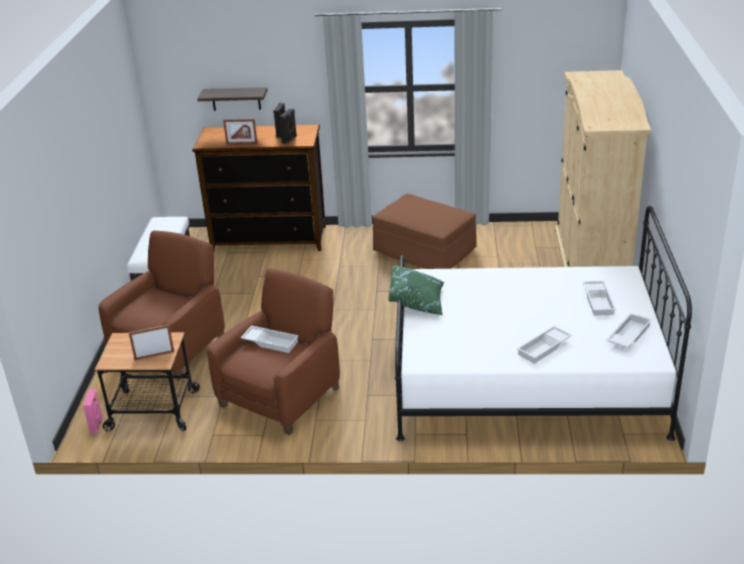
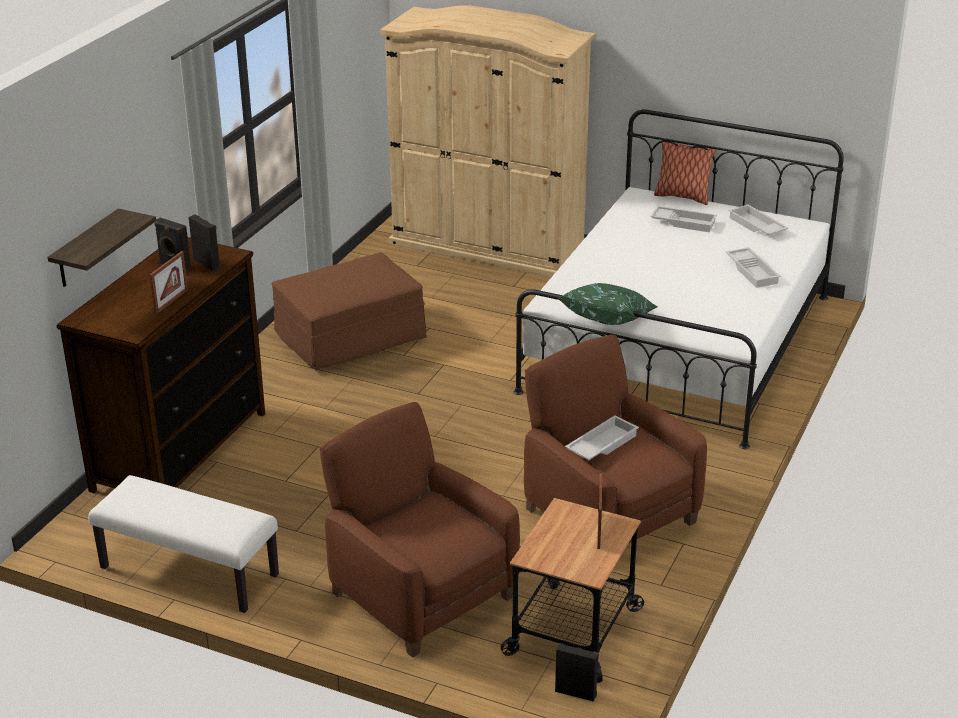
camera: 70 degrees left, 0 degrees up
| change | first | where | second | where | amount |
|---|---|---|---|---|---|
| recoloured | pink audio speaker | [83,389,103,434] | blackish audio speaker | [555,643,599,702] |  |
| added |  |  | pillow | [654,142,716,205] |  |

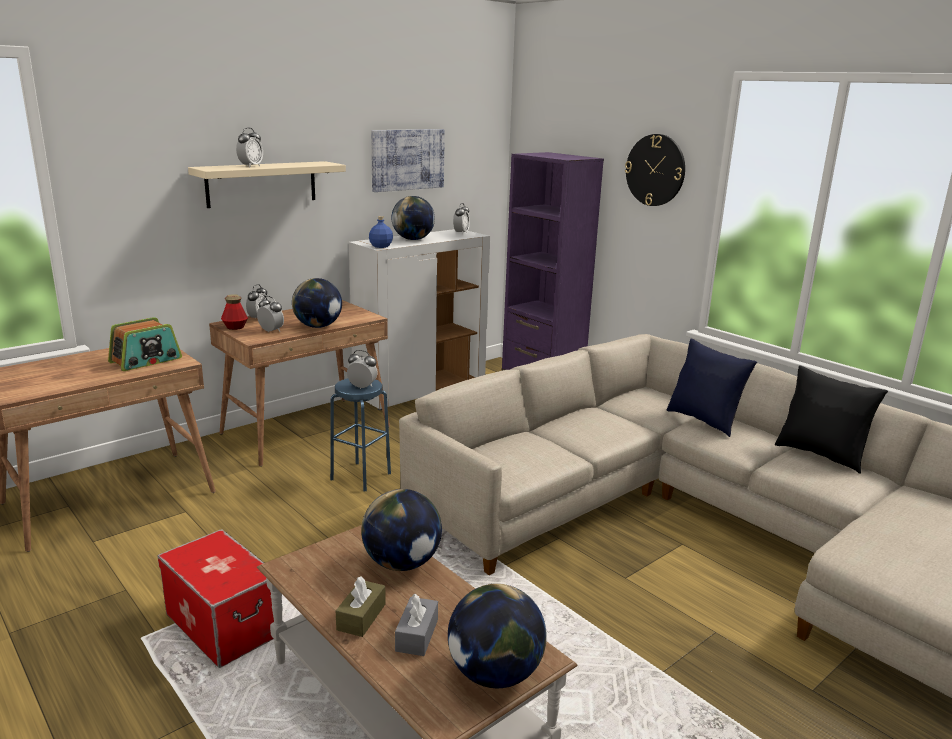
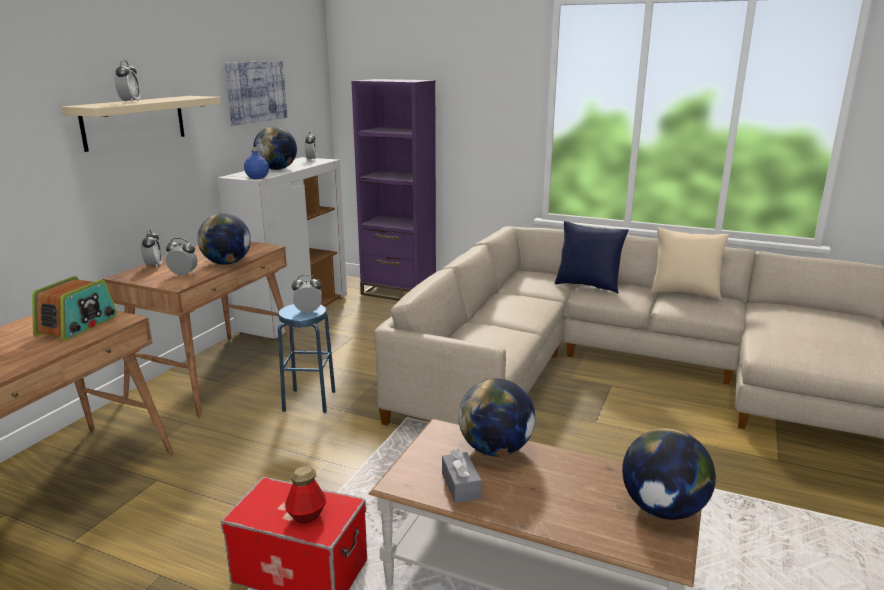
camera: 25 degrees left, 0 degrees up
| change | first | where | second | where | amount |
|---|---|---|---|---|---|
| removed | hanging clock | [625,134,685,206] |  |  |  |
| moved | beverage bottle | [221,294,248,330] |  | [285,466,326,523] |  |
| recoloured | blackish pillow | [775,365,888,474] | sand-coloured pillow | [650,227,729,300] |  |
| removed | brown-coloured tissue box | [336,576,386,637] |  |  |  |
| moved | greyish tissue box | [395,594,438,656] |  | [442,449,482,503] |  |

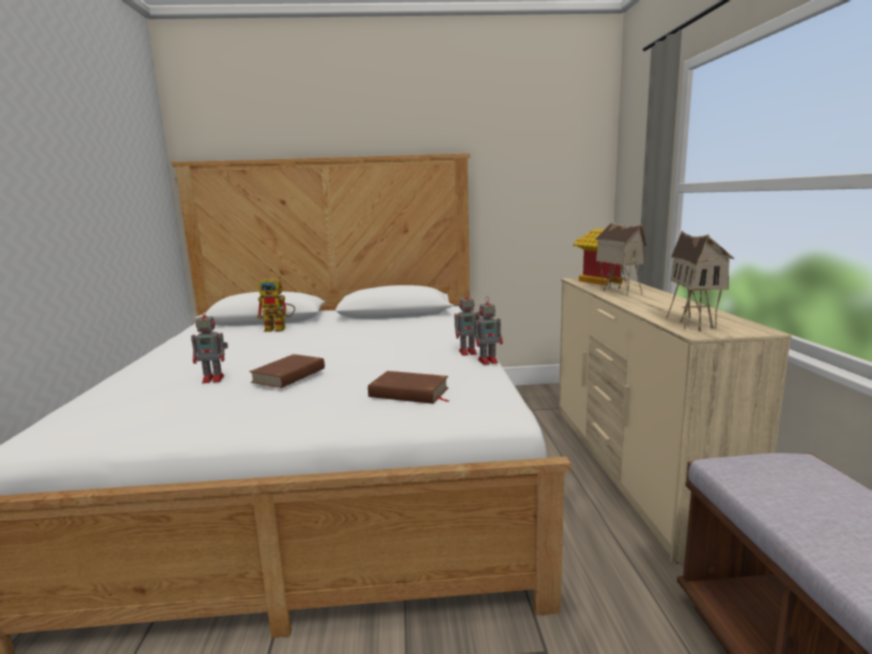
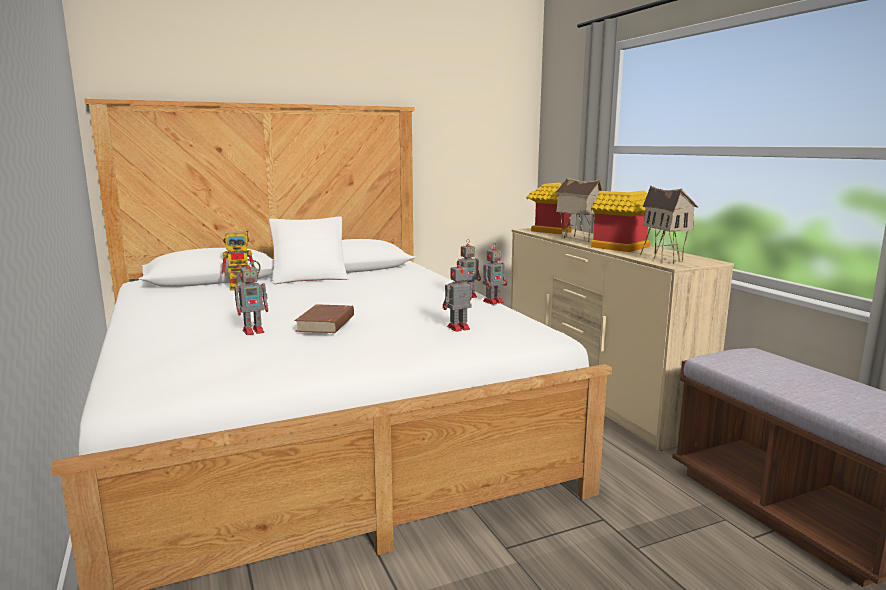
camera: 20 degrees left, 0 degrees up
| change | first | where | second | where | amount |
|---|---|---|---|---|---|
| replaced | brown-coloured bound book | [368,371,449,404] | robot figure | [443,259,472,332] |  |
| added |  |  | miniature house | [591,191,650,252] |  |
| added |  |  | white-coloured pillow | [269,217,348,284] |  |

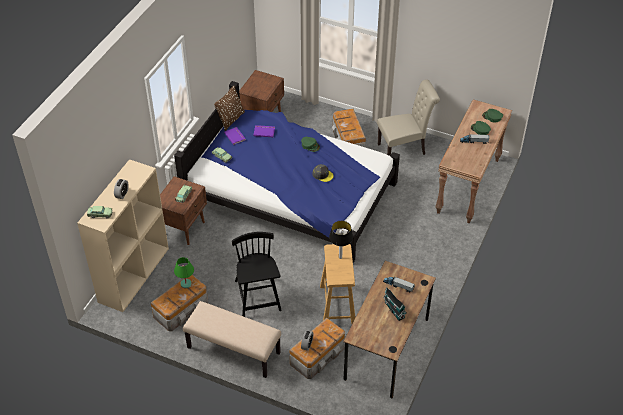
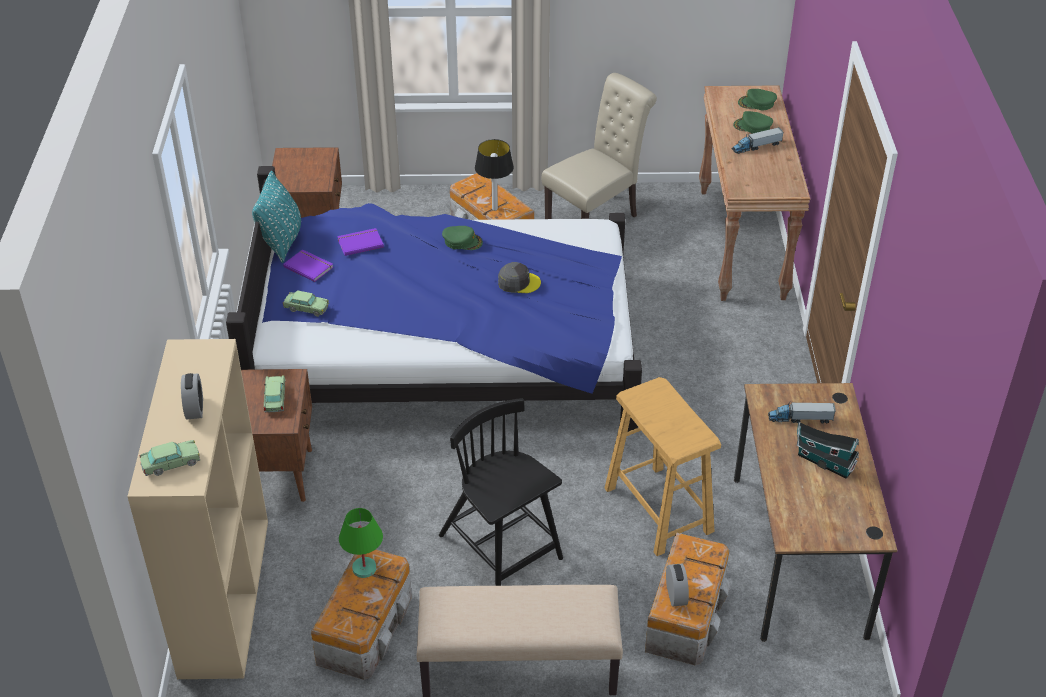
camera: 25 degrees left, 5 degrees down
| change | first | where | second | where | amount |
|---|---|---|---|---|---|
| recoloured | brown-coloured pillow | [214,86,245,131] | turquoise pillow | [252,171,301,263] |  |
| moved | lamp for a table | [329,221,353,259] |  | [475,139,514,211] |  |

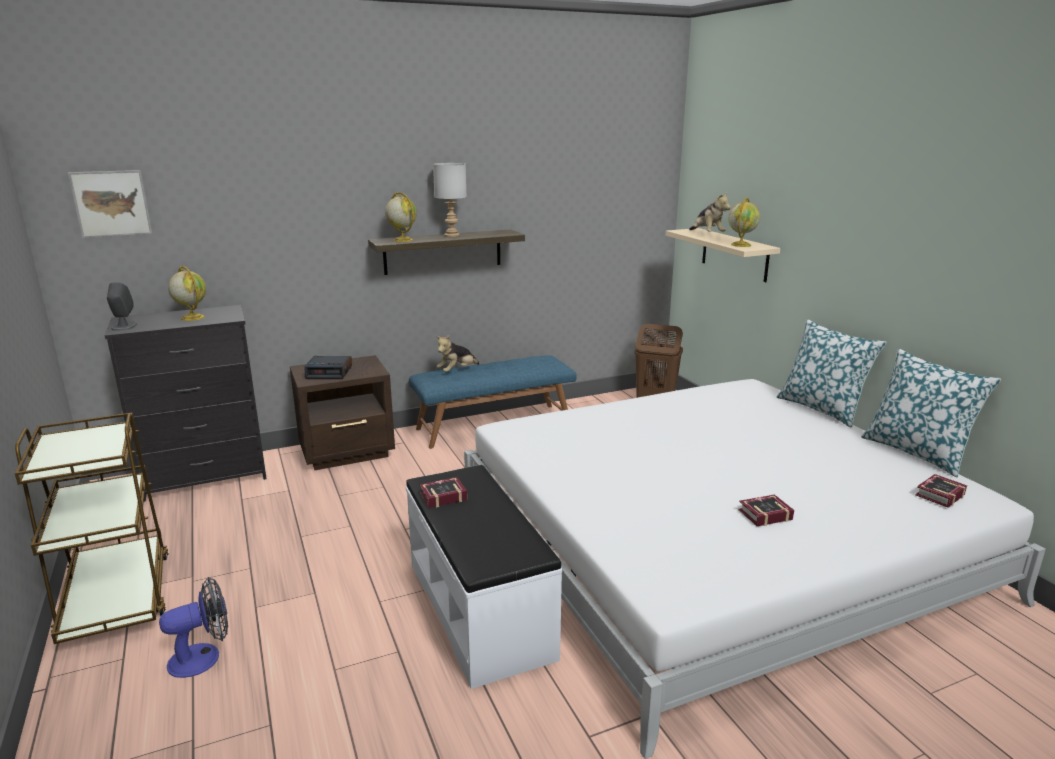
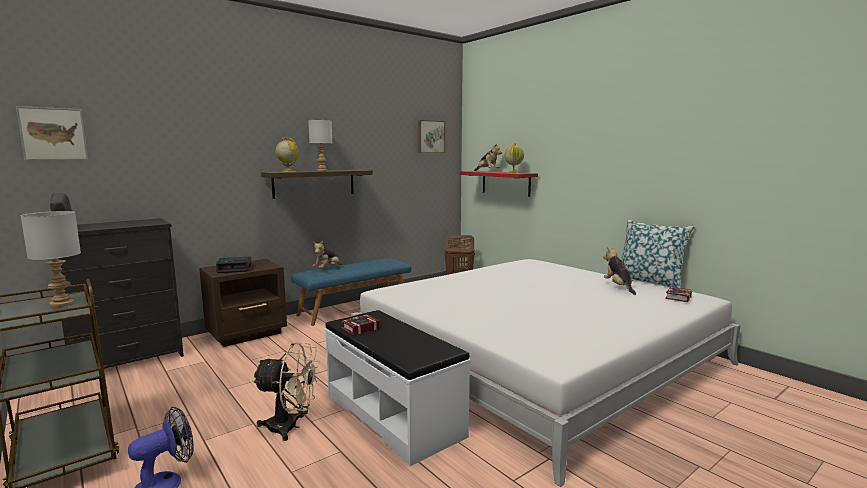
camera: 15 degrees left, 10 degrees down
| change | first | where | second | where | amount |
|---|---|---|---|---|---|
| recoloured | sand-coloured wall shelf | [666,228,780,282] | reddish wall shelf | [460,171,538,197] |  |
| removed | globe | [168,266,206,321] |  |  |  |
| removed | pillow | [777,319,887,428] |  |  |  |
| removed | bound book | [738,495,794,526] |  |  |  |
| added |  |  | wall art | [418,120,445,153] |  |
| added |  |  | greyish lamp for a table | [20,211,81,307] |  |
| added |  |  | cuddly toy | [603,247,636,295] |  |
| added |  |  | sand-coloured electric fan | [252,342,320,441] |  |

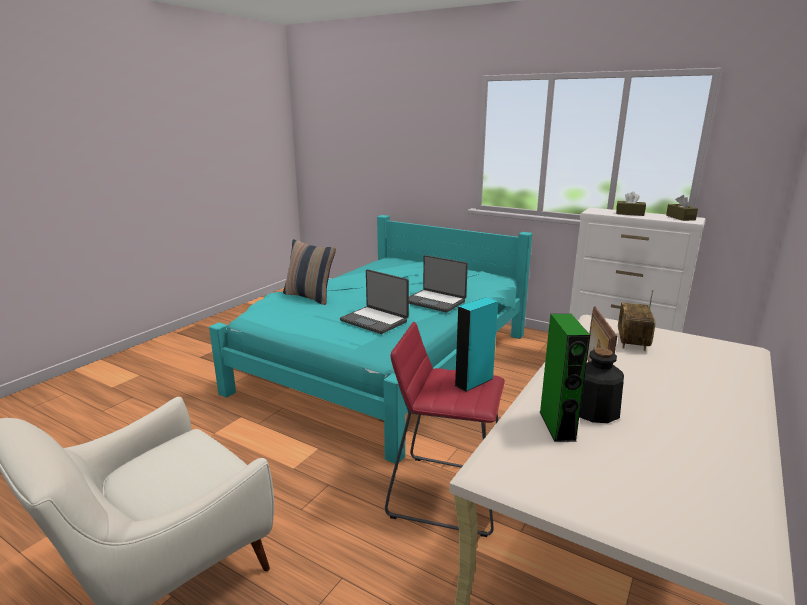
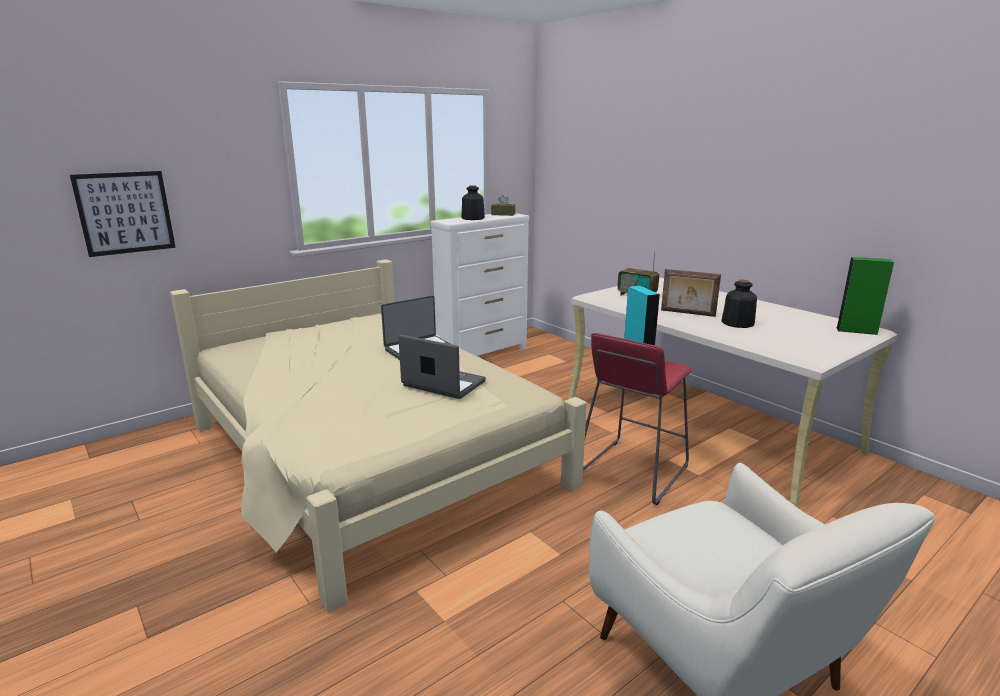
camera: 70 degrees left, 0 degrees up
| change | first | where | second | where | amount |
|---|---|---|---|---|---|
| replaced | brown-coloured tissue box | [616,191,646,216] | beverage bottle | [462,185,485,220] |  |
| recoloured | turquoise bed | [209,215,532,463] | sand-coloured bed | [170,259,587,613] |  |
| removed | pillow | [283,239,336,305] |  |  |  |
| turned | notebook computer | [340,269,409,334] |  | [398,335,486,399] | 120 degrees counterclockwise |
| moved | green audio speaker | [539,314,590,442] |  | [836,257,894,335] |  |
| added |  |  | wall art | [70,171,176,257] |  |

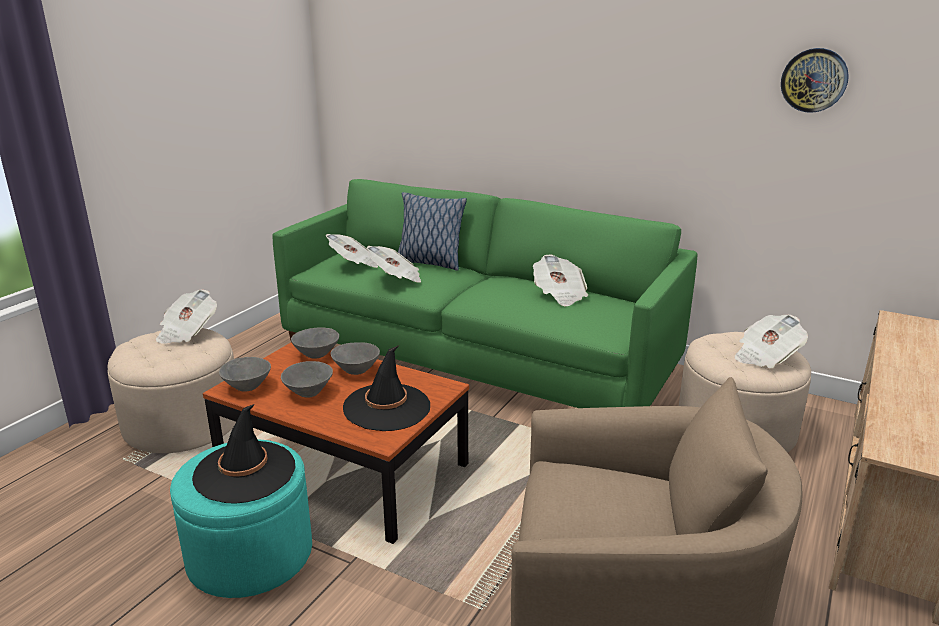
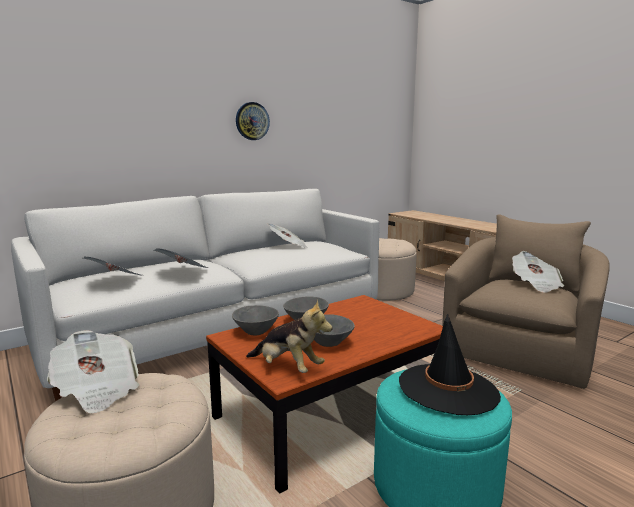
camera: 65 degrees left, 10 degrees down
| change | first | where | second | where | amount |
|---|---|---|---|---|---|
| moved | hanging clock | [781,48,849,113] |  | [236,102,270,140] |  |
| recoloured | green couch | [273,179,698,408] | white-coloured couch | [11,189,379,401] |  |
| removed | pillow | [398,192,467,271] |  |  |  |
| moved | printed paper | [734,315,808,368] |  | [512,251,564,293] |  |
| removed | blackish hat | [343,345,430,431] |  |  |  |
| replaced | greyish serving bowl | [219,357,271,392] | cuddly toy | [246,300,333,373] |  |

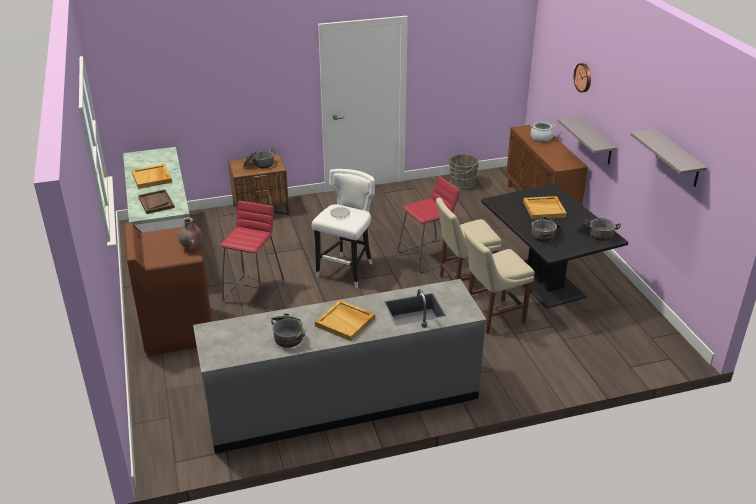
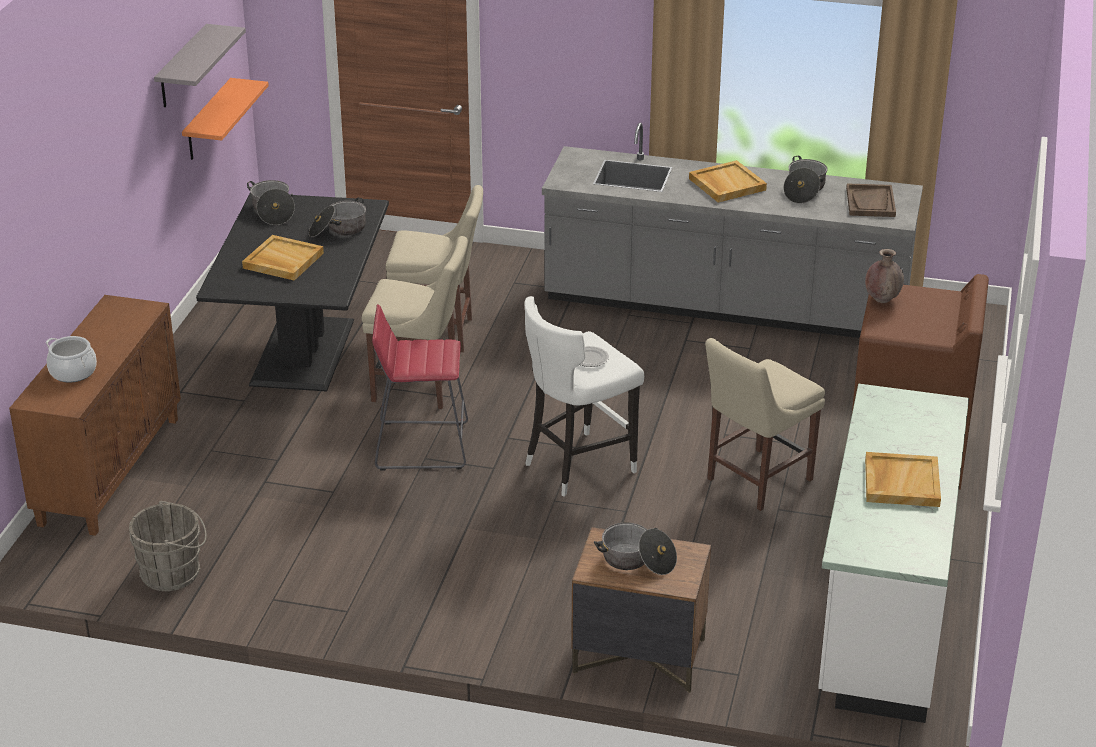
camera: 150 degrees left, 0 degrees up
| change | first | where | second | where | amount |
|---|---|---|---|---|---|
| removed | hanging clock | [574,63,591,93] |  |  |  |
| removed | greyish wall shelf | [558,116,617,164] |  |  |  |
| moved | brown-coloured serving tray | [138,189,175,214] |  | [846,183,896,217] |  |
| replaced | reddish sitting stool | [220,201,284,309] | sand-coloured chair | [705,338,825,511] |  |
| added |  |  | orange-coloured wall shelf | [182,78,269,160] |  |

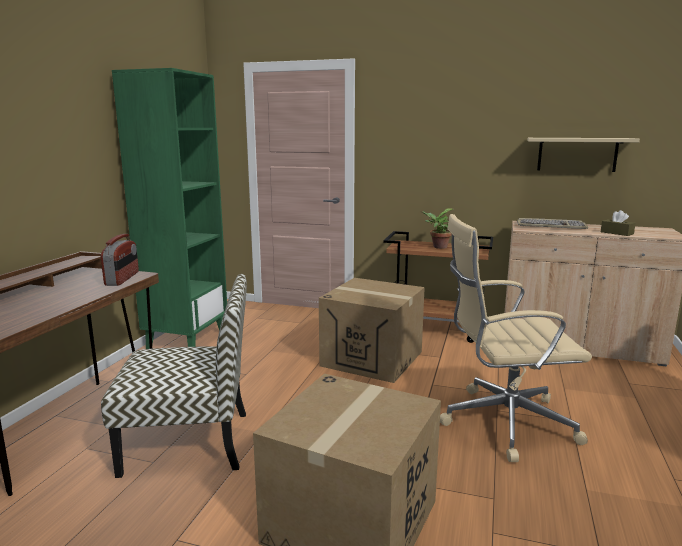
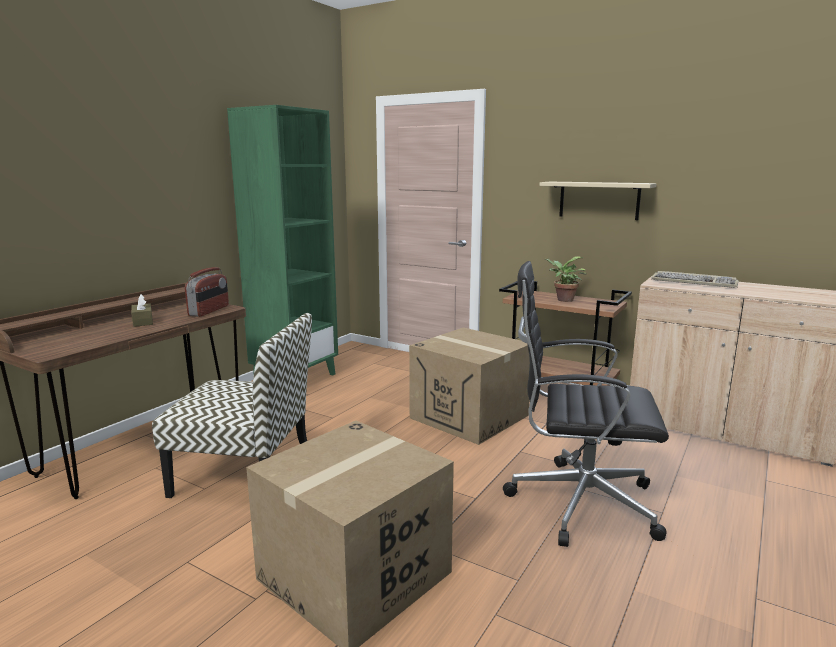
camera: 15 degrees right, 0 degrees up
| change | first | where | second | where | amount |
|---|---|---|---|---|---|
| moved | sand-coloured wall shelf | [527,138,640,172] |  | [539,182,656,220] |  |
| moved | brown-coloured tissue box | [601,210,636,236] |  | [131,294,153,327] |  |
| recoloured | sand-coloured computer chair | [440,214,592,462] | blackish computer chair | [503,261,669,547] |  |

